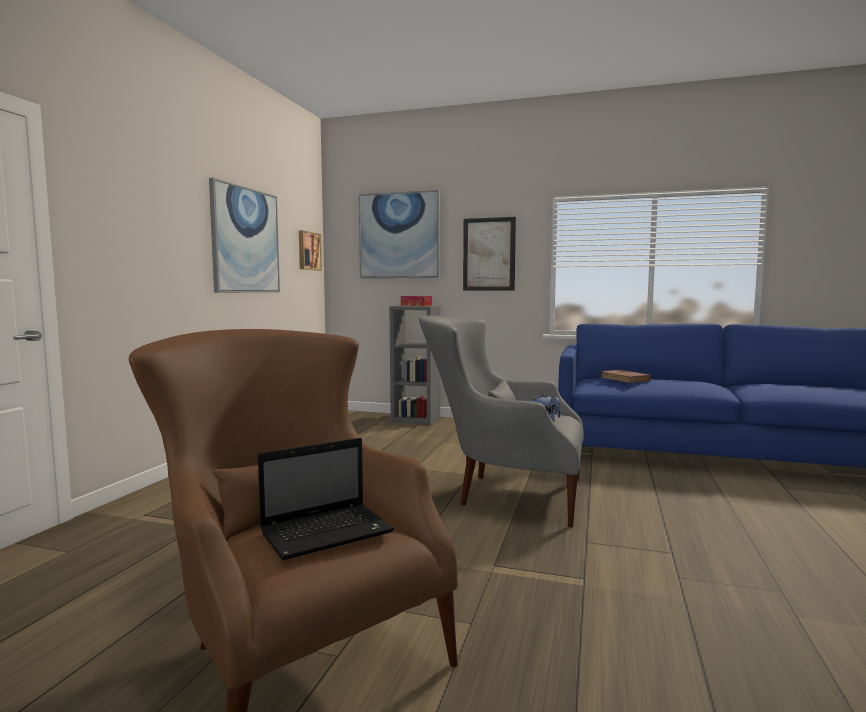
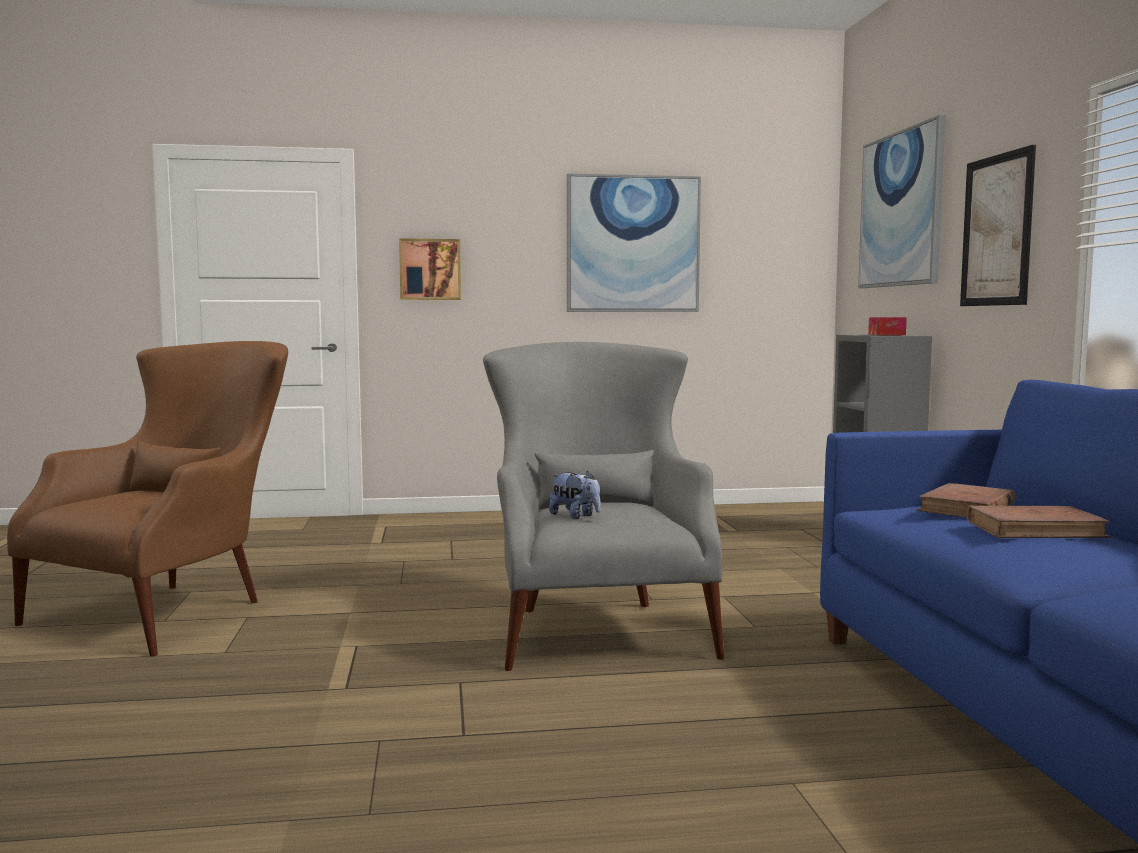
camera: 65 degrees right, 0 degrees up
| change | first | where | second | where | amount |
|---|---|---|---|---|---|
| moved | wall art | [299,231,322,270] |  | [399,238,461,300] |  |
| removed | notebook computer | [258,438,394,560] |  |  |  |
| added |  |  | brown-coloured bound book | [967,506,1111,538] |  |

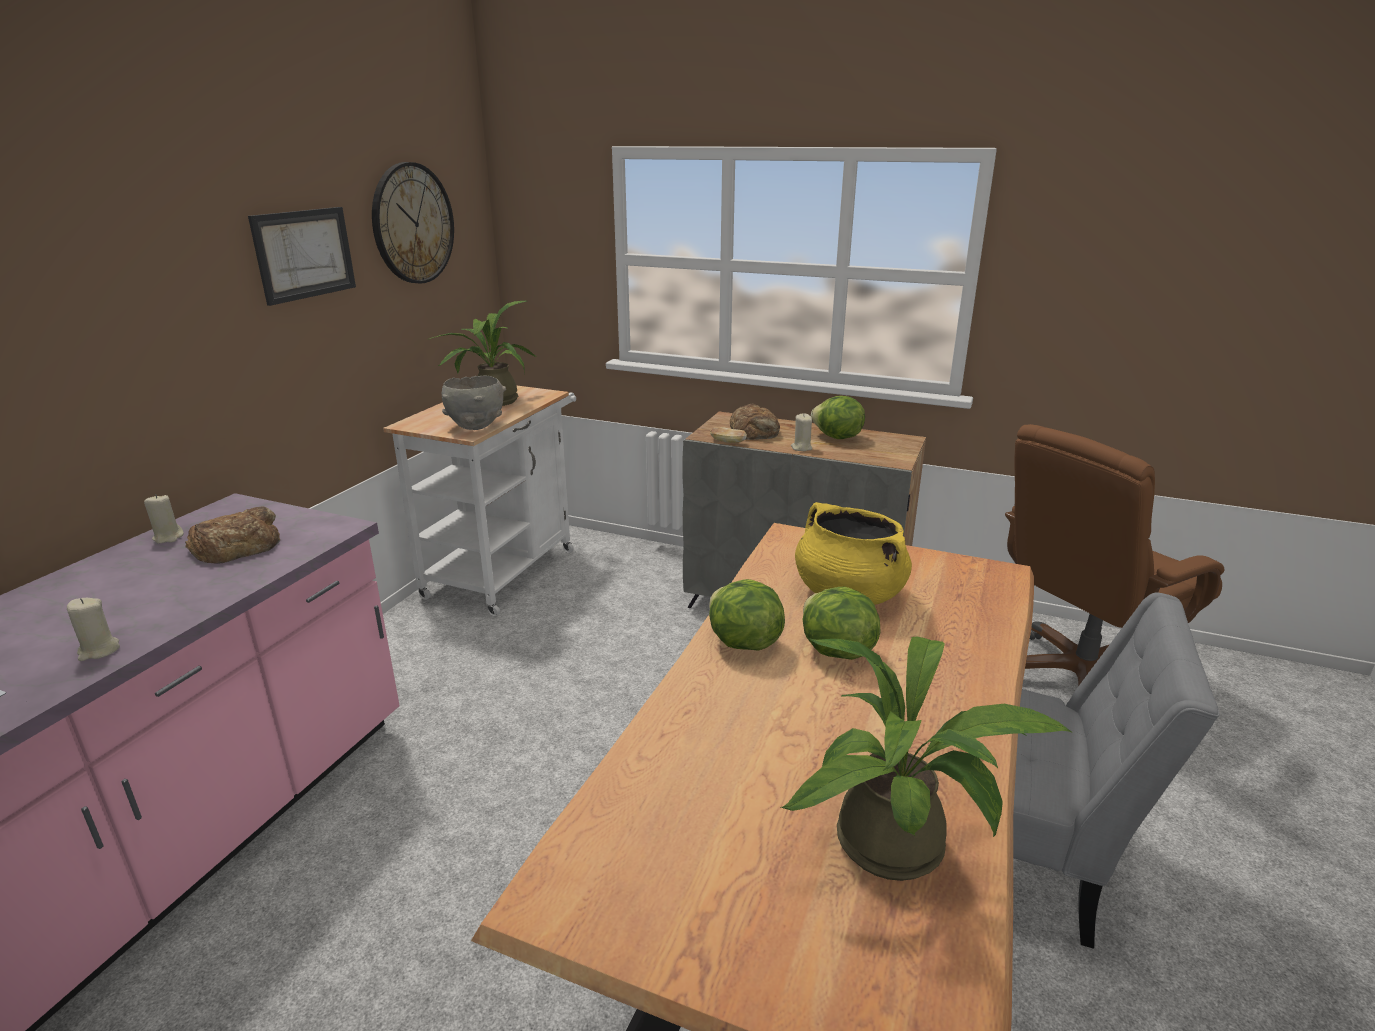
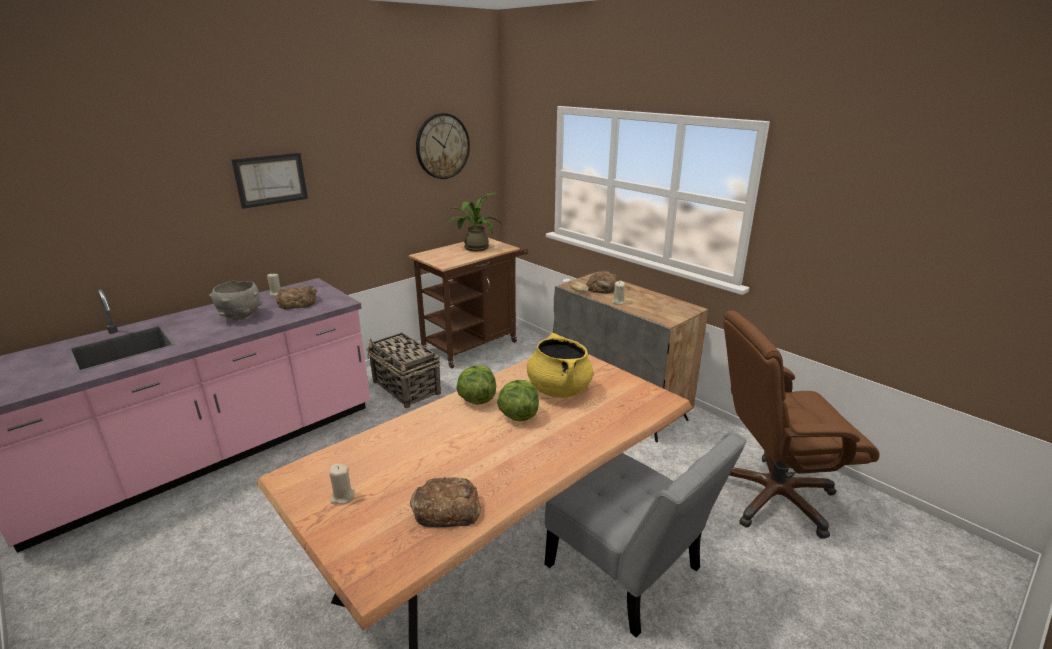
camera: 25 degrees right, 0 degrees up
| change | first | where | second | where | amount |
|---|---|---|---|---|---|
| moved | wall art | [248,207,356,306] |  | [231,153,308,209] |  |
| moved | greyish serving bowl | [442,376,506,430] |  | [209,281,262,320] |  |
| recoloured | white-coloured cart | [383,385,576,616] | brown-coloured cart | [409,238,528,368] |  |
| removed | lettuce | [811,396,865,439] |  |  |  |
| moved | sand-coloured candle | [67,598,120,661] |  | [329,464,355,504] |  |
| replaced | houseplant | [781,637,1073,881] | bread | [410,477,482,527] |  |
| added |  |  | storage basket | [367,333,441,408] |  |

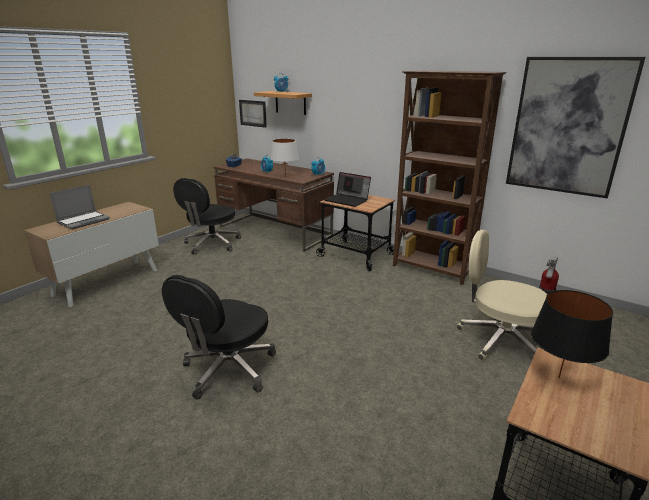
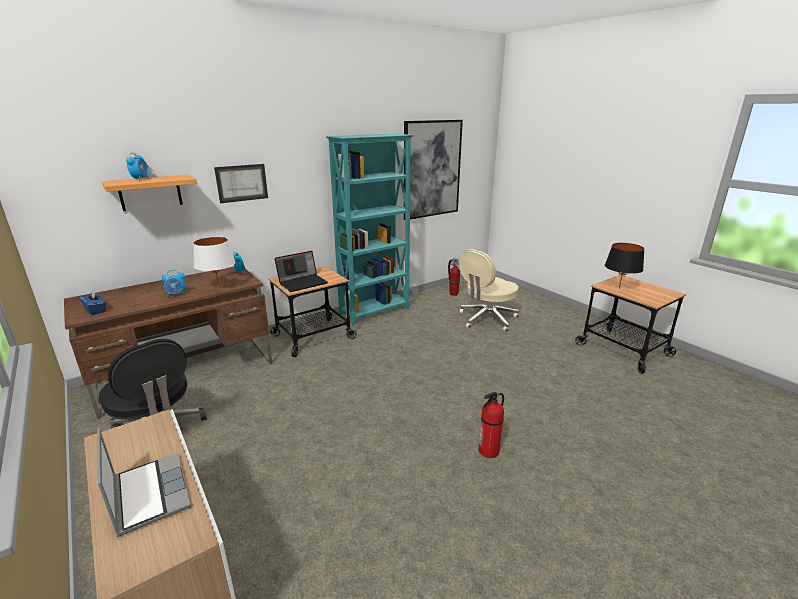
camera: 70 degrees left, 0 degrees up
| change | first | where | second | where | amount |
|---|---|---|---|---|---|
| recoloured | brown-coloured bookshelf | [393,70,507,285] | turquoise bookshelf | [326,133,414,326] |  |
| moved | wall art | [239,100,267,128] |  | [214,164,268,203] |  |
| replaced | blackish computer chair | [162,275,276,400] | extinguisher | [479,392,504,458] |  |

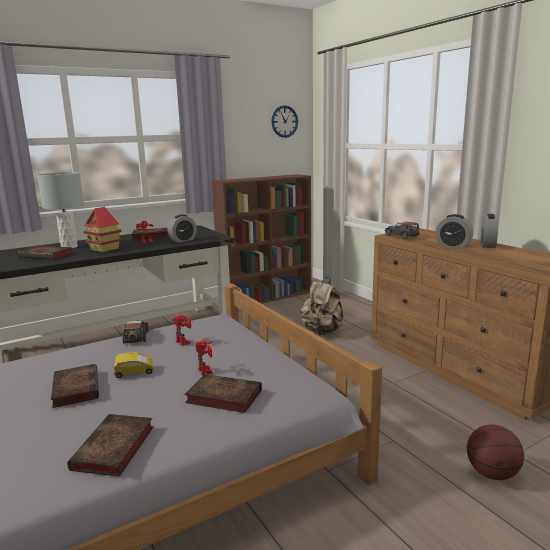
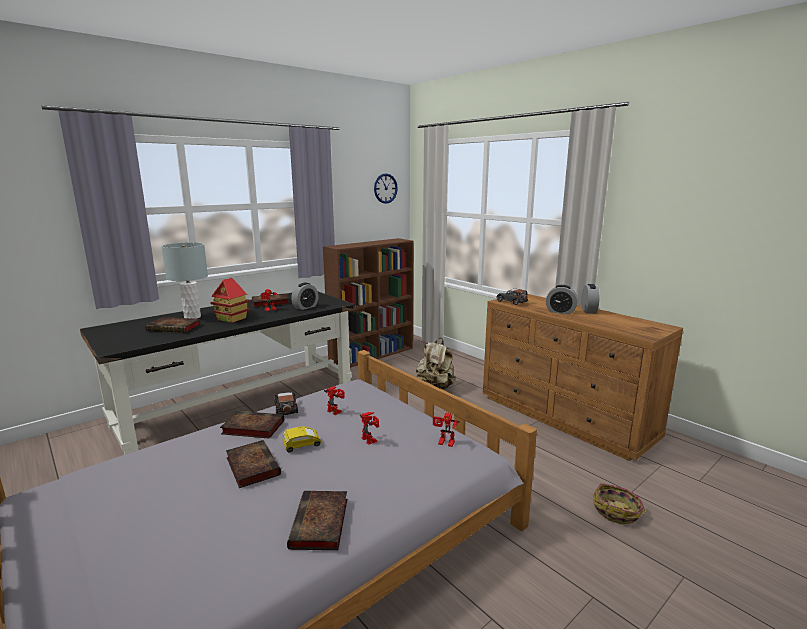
camera: 10 degrees left, 0 degrees up
| change | first | where | second | where | amount |
|---|---|---|---|---|---|
| moved | bound book | [184,374,262,413] |  | [220,411,284,439] |  |
| replaced | basketball ball | [467,424,524,480] | storage basket | [593,483,646,524] |  |
| added |  |  | robot figure | [433,413,460,447] |  |

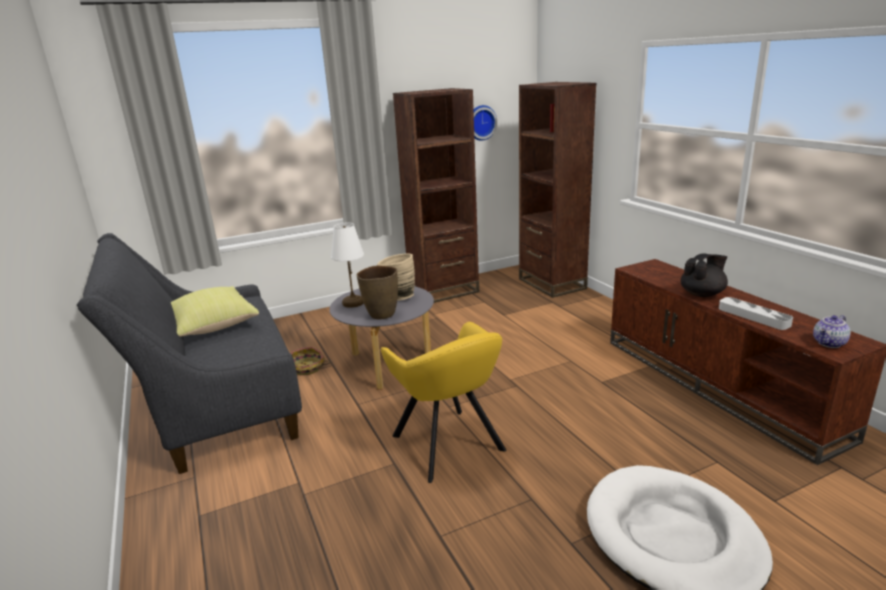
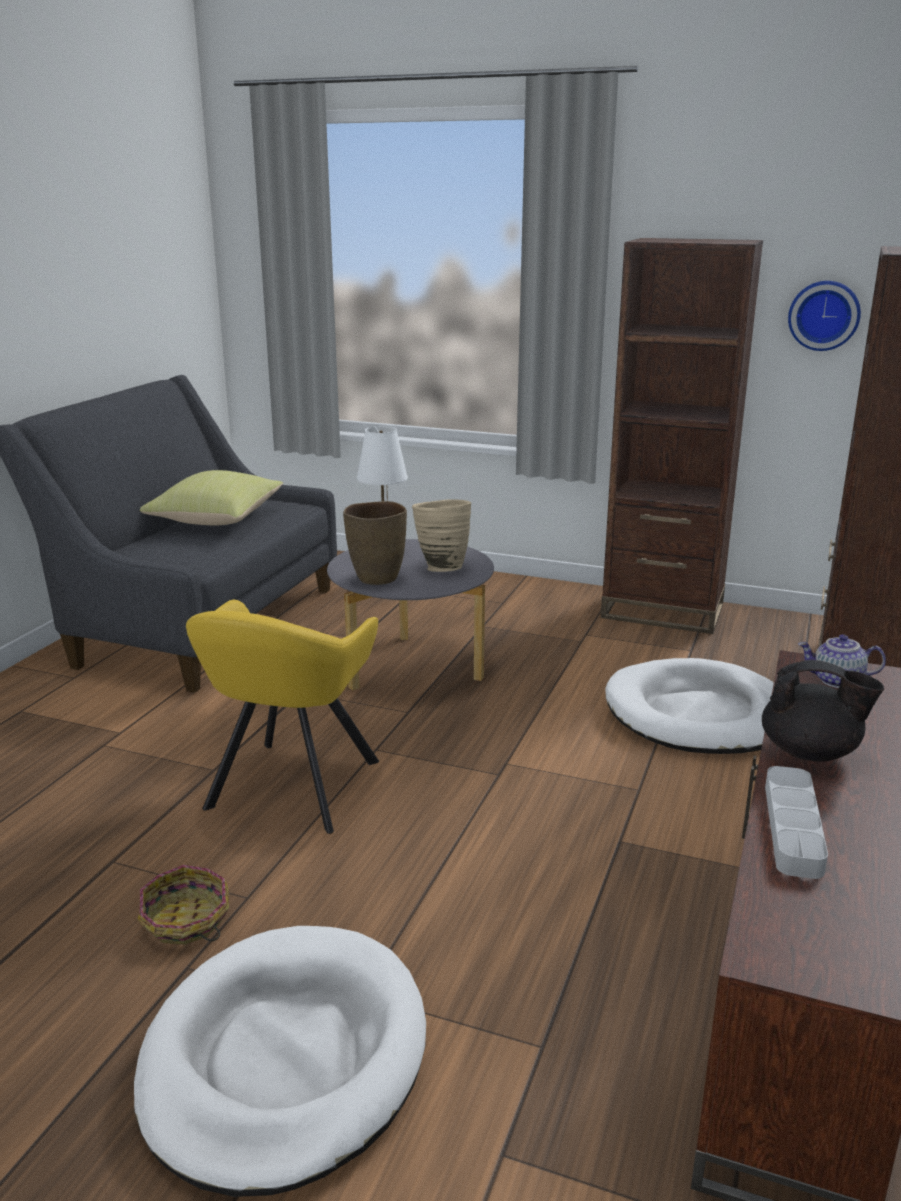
camera: 45 degrees right, 0 degrees up
| change | first | where | second | where | amount |
|---|---|---|---|---|---|
| moved | tea pot | [813,315,851,348] |  | [798,634,886,688] |  |
| moved | storage basket | [291,347,330,375] |  | [137,865,229,945] |  |
| added |  |  | white-coloured pet bed | [605,658,774,754] |  |

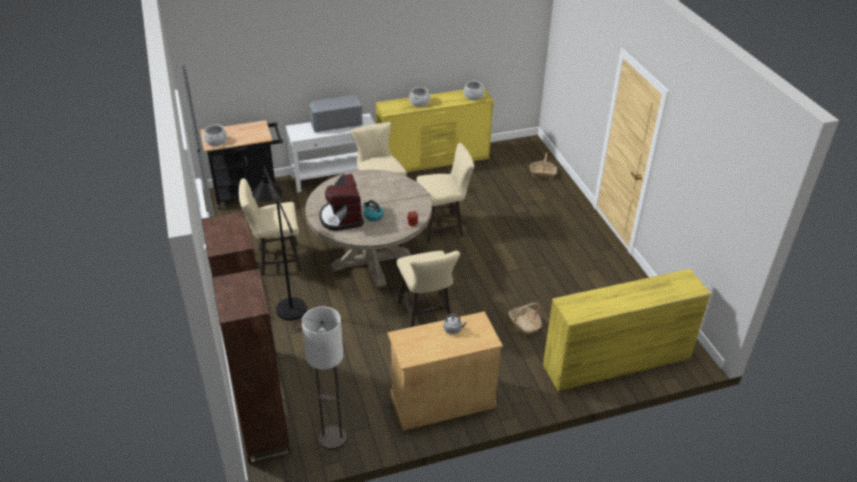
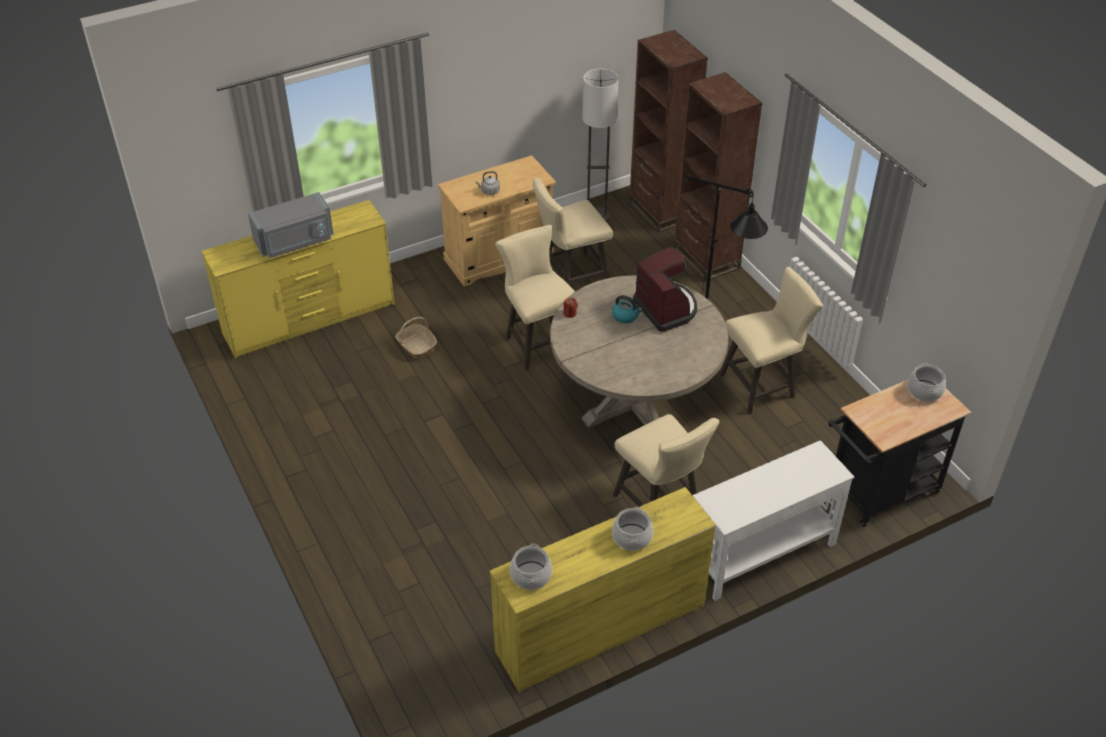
camera: 170 degrees right, 5 degrees up
| change | first | where | second | where | amount |
|---|---|---|---|---|---|
| moved | greyish microwave oven | [309,95,363,132] |  | [248,192,334,258] |  |
| moved | sand-coloured sitting stool | [416,143,474,242] |  | [532,178,613,285] |  |
| removed | storage basket | [530,152,557,179] |  |  |  |

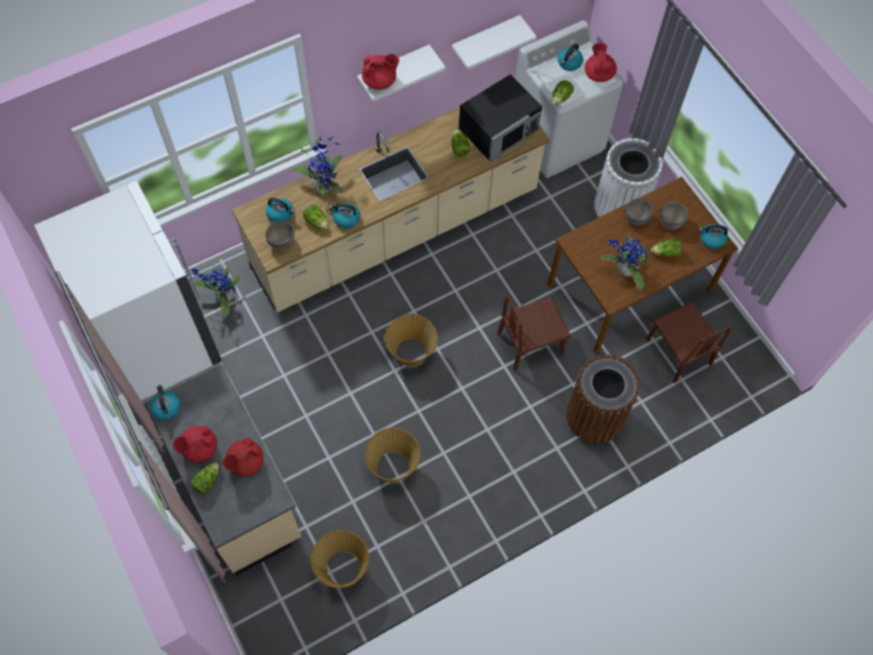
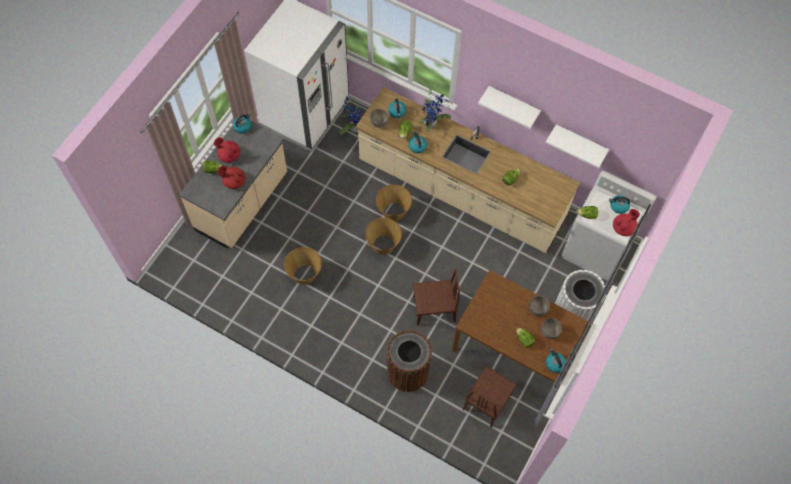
camera: 60 degrees right, 0 degrees up
| change | first | where | second | where | amount |
|---|---|---|---|---|---|
| removed | reddish tea pot | [362,54,399,90] |  |  |  |
| removed | blackish microwave oven | [459,74,542,162] |  |  |  |
| removed | houseplant | [601,234,647,290] |  |  |  |
| turned | brown-coloured chair | [498,294,571,371] |  | [413,268,460,326] | 135 degrees clockwise |
| moved | storage basket | [311,530,369,588] |  | [376,185,412,222] |  |

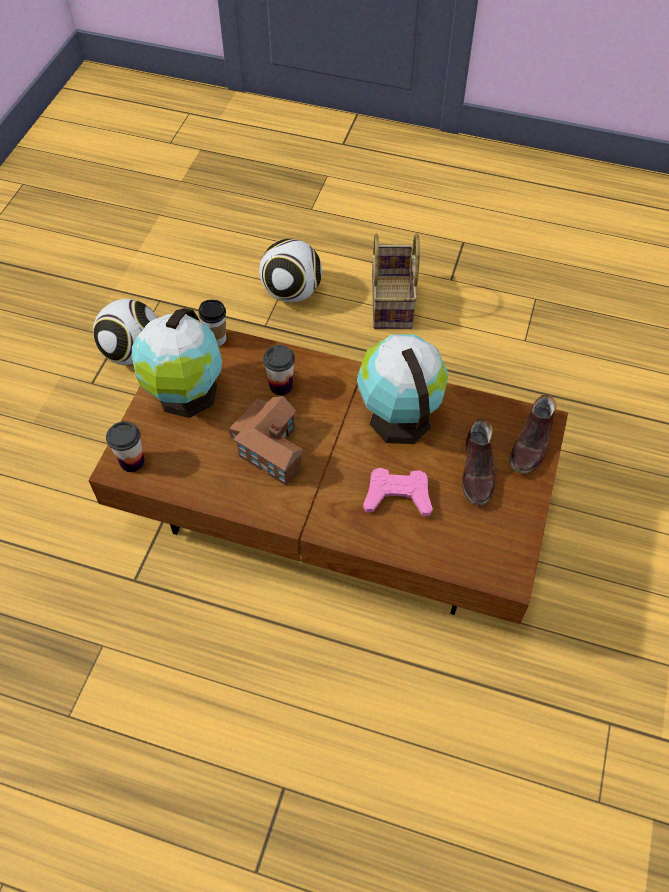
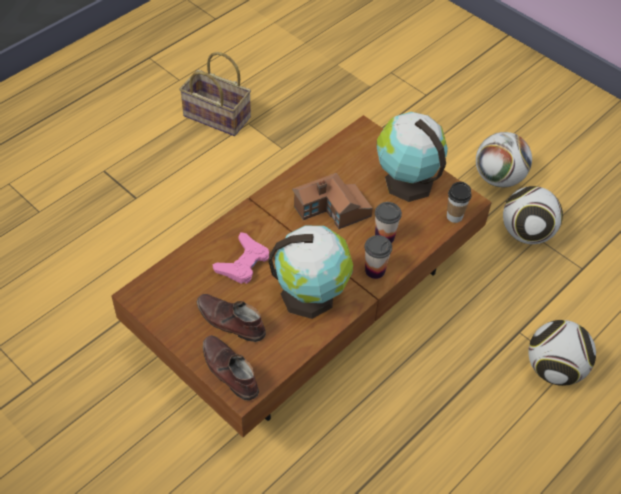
camera: 115 degrees right, 5 degrees down
| change | first | where | second | where | amount |
|---|---|---|---|---|---|
| moved | storage basket | [372,234,420,329] |  | [179,52,251,136] |  |
| moved | cup | [106,421,145,472] |  | [365,235,392,279] |  |
| added |  |  | football | [476,132,532,187] |  |

